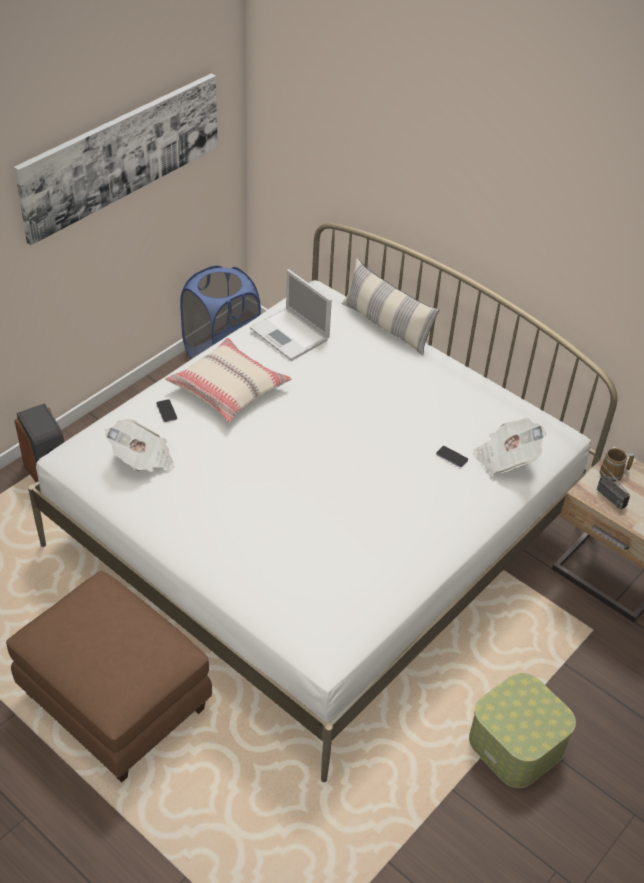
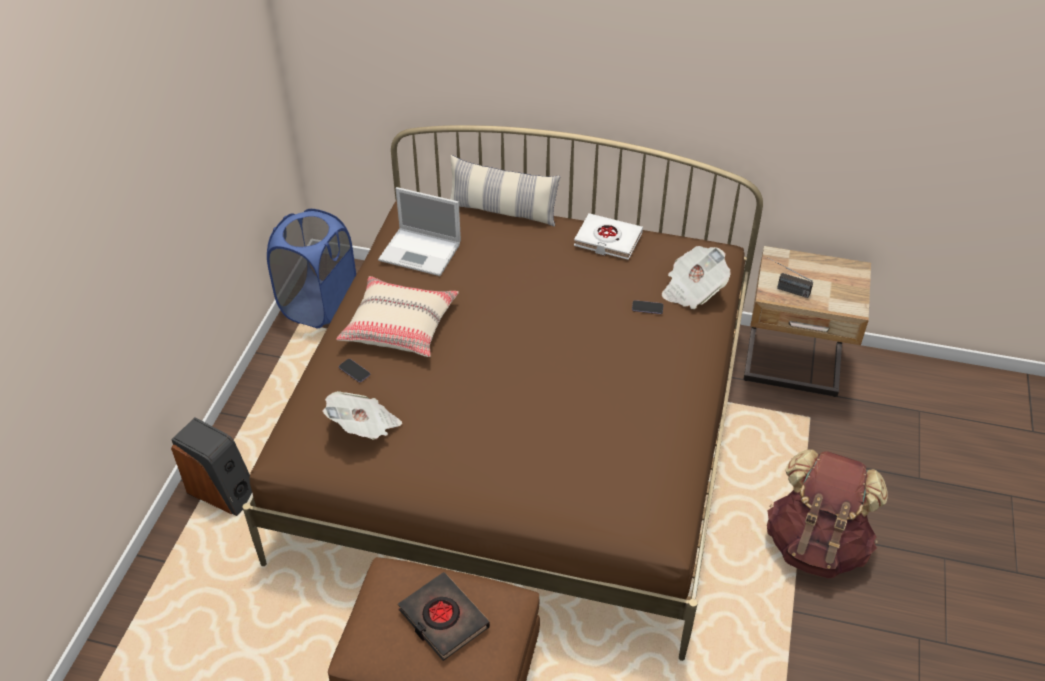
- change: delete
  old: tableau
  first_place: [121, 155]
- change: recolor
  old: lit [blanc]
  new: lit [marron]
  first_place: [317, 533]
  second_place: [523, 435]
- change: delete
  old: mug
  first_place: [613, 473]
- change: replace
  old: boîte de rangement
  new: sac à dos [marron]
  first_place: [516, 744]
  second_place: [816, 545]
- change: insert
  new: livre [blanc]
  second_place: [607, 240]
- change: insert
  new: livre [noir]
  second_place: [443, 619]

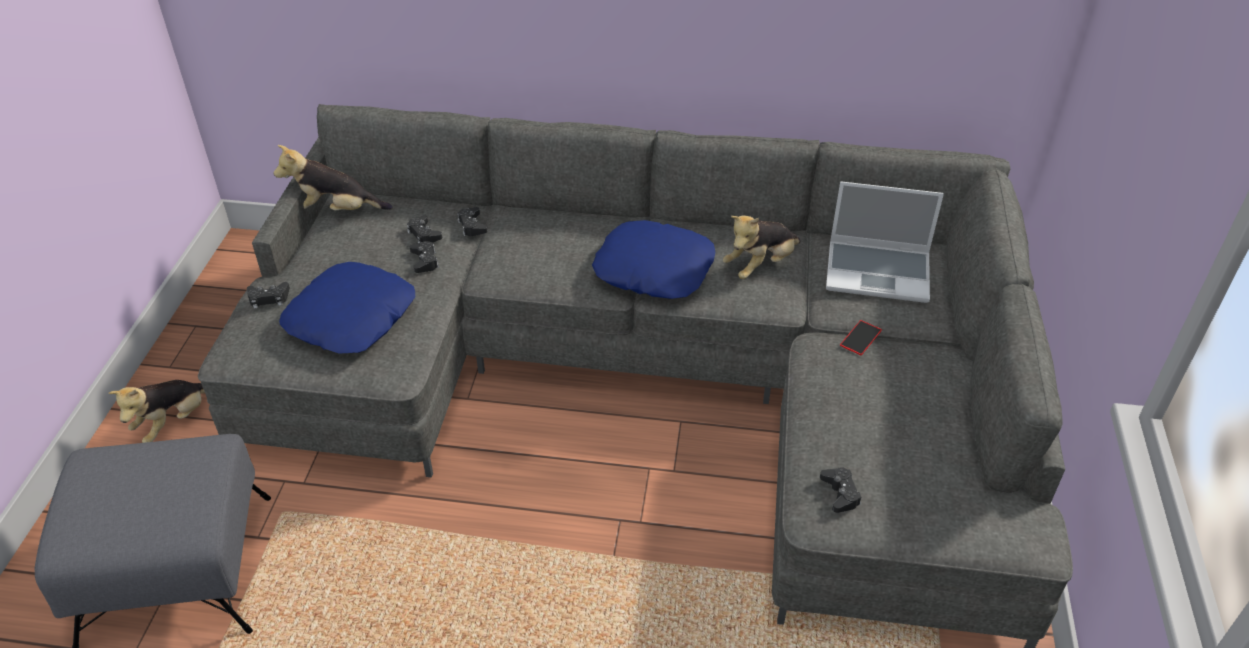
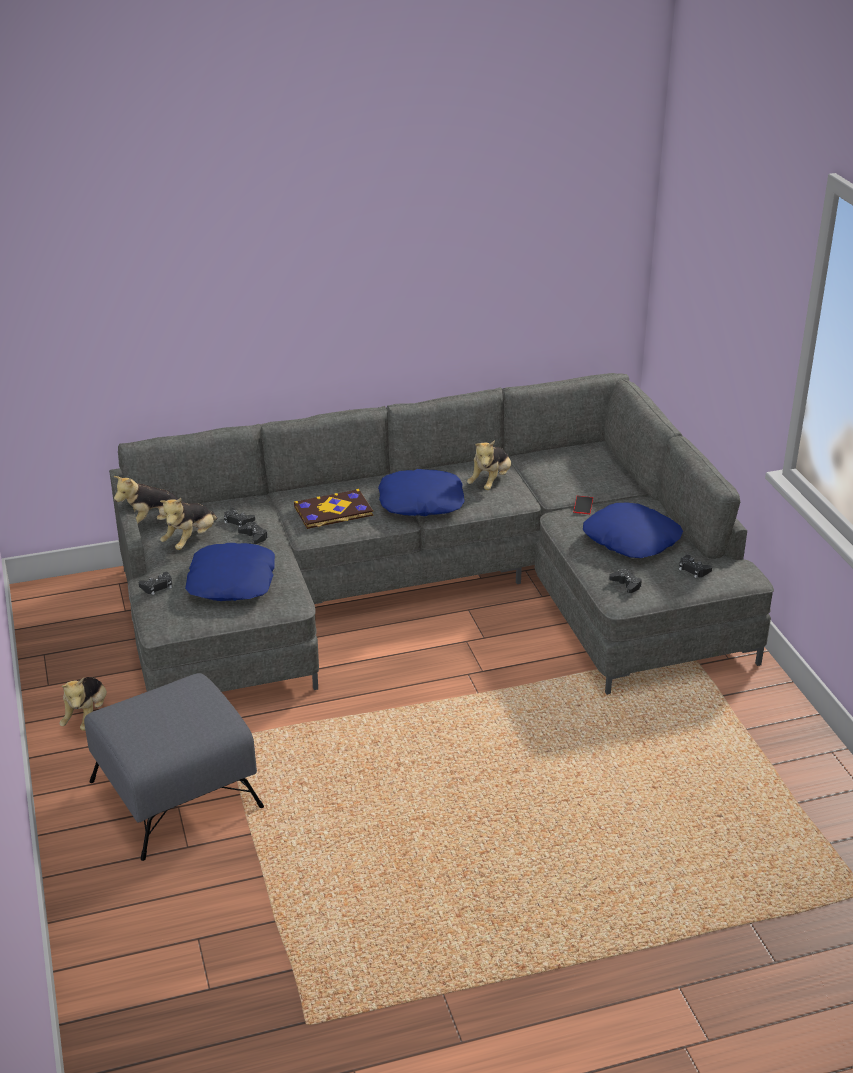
- change: delete
  old: ordinateur portable
  first_place: [879, 272]
- change: move
  old: manette [noir]
  first_place: [472, 226]
  second_place: [693, 570]
- change: insert
  new: livre
  second_place: [333, 512]
- change: insert
  new: peluche
  second_place: [191, 540]
- change: insert
  new: coussin [bleu]
  second_place: [632, 539]

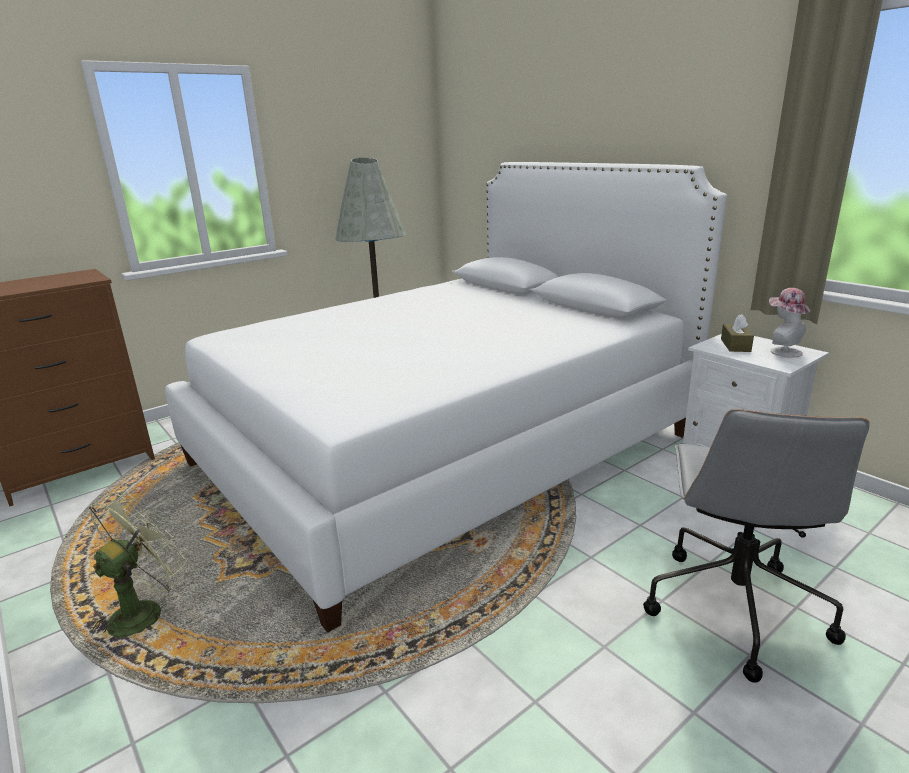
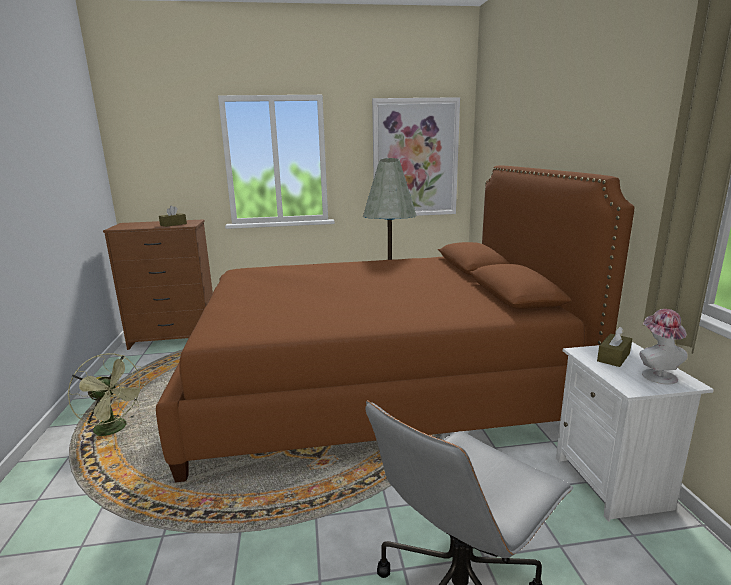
- change: recolor
  old: lit [blanc]
  new: lit [marron]
  first_place: [445, 448]
  second_place: [374, 385]
- change: rotate
  old: ventilateur [vert]
  first_place: [144, 611]
  second_place: [115, 429]
  degrees: 60
- change: insert
  new: tableau
  second_place: [415, 158]
- change: insert
  new: boîte à mouchoirs [marron]
  second_place: [173, 224]

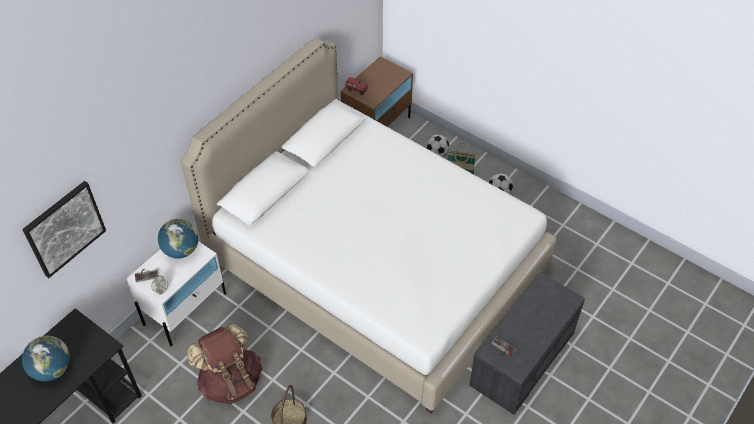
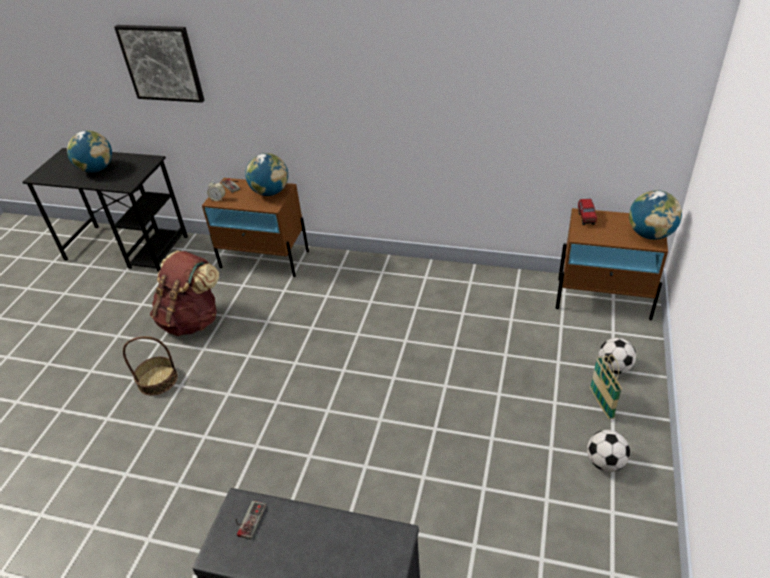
- change: delete
  old: lit [blanc]
  first_place: [376, 267]
- change: recolor
  old: table de chevet [blanc]
  new: table de chevet [marron]
  first_place: [185, 308]
  second_place: [265, 259]
- change: insert
  new: globe
  second_place: [650, 234]

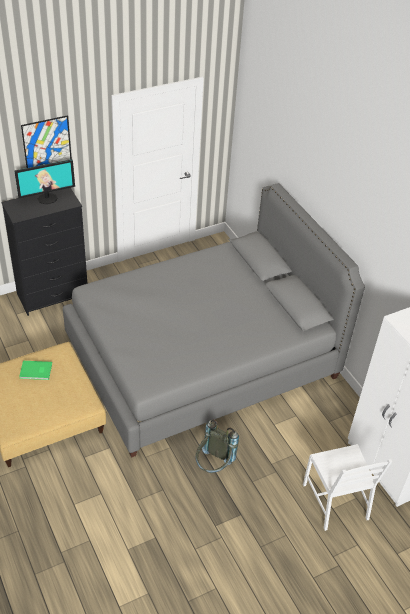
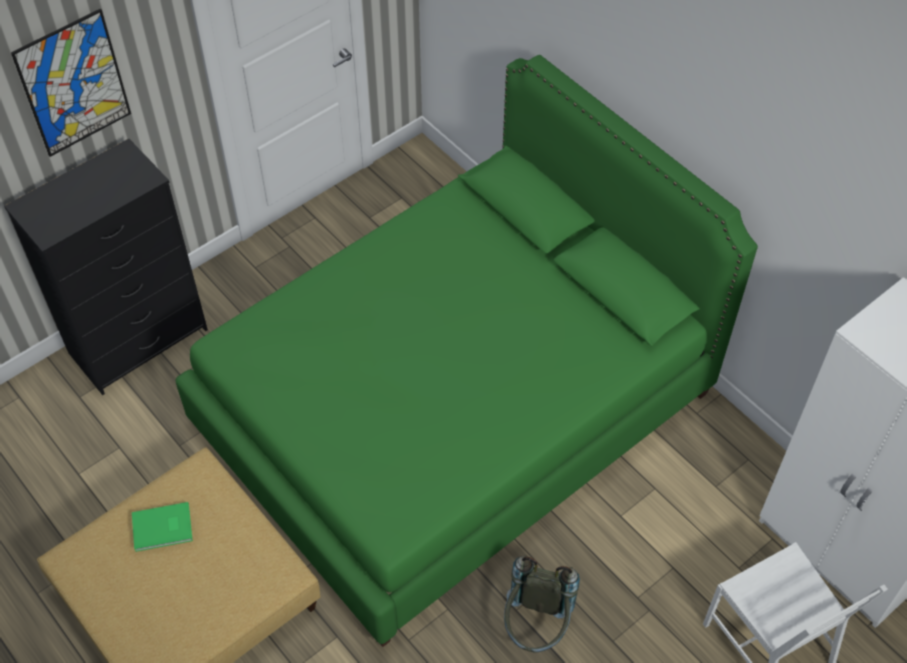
- change: delete
  old: écran d'ordinateur
  first_place: [47, 198]
- change: recolor
  old: lit [gris]
  new: lit [vert]
  first_place: [201, 358]
  second_place: [454, 410]

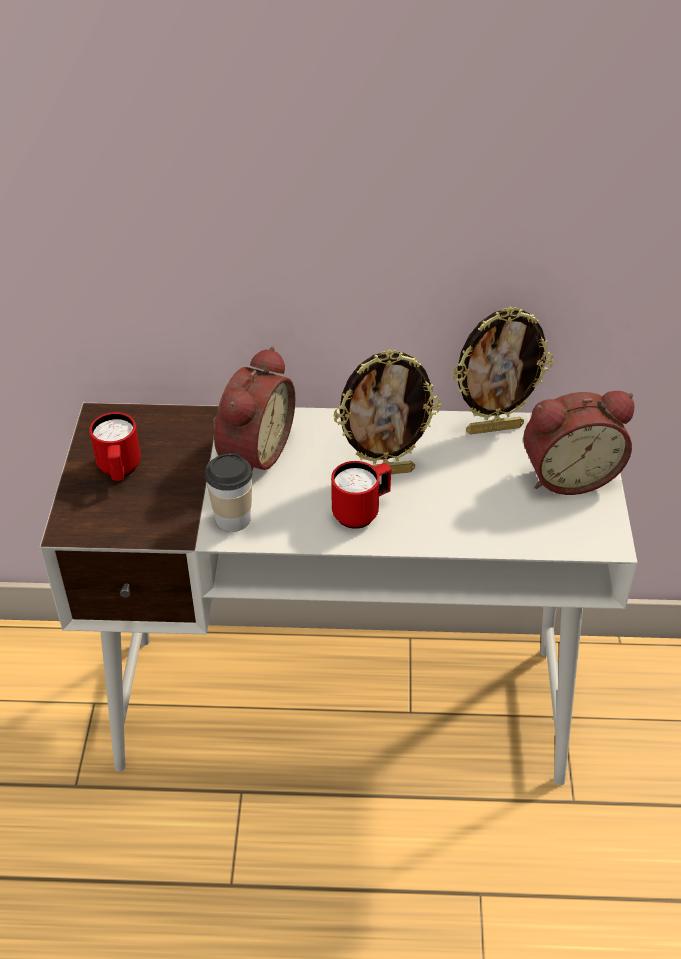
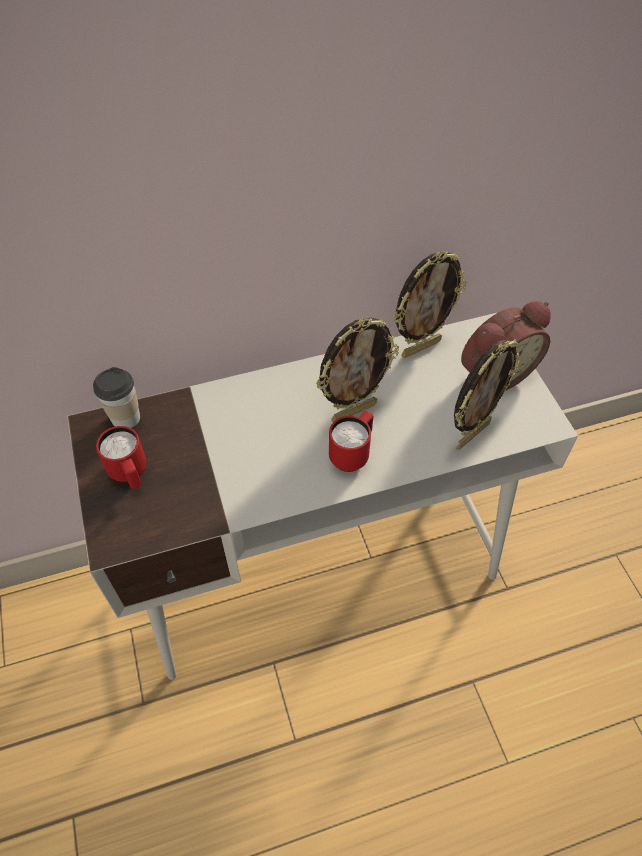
- change: delete
  old: réveil
  first_place: [252, 451]
- change: move
  old: tasse
  first_place: [233, 519]
  second_place: [125, 418]
- change: insert
  new: cadre photo
  second_place: [471, 434]

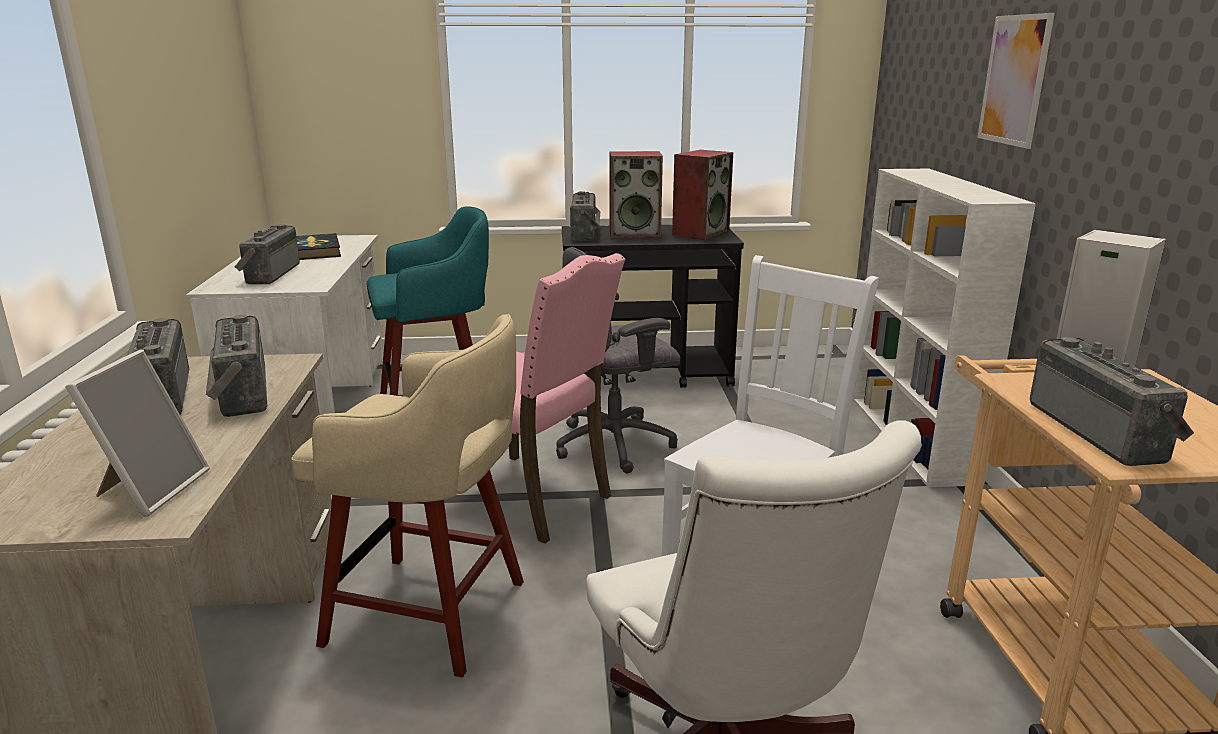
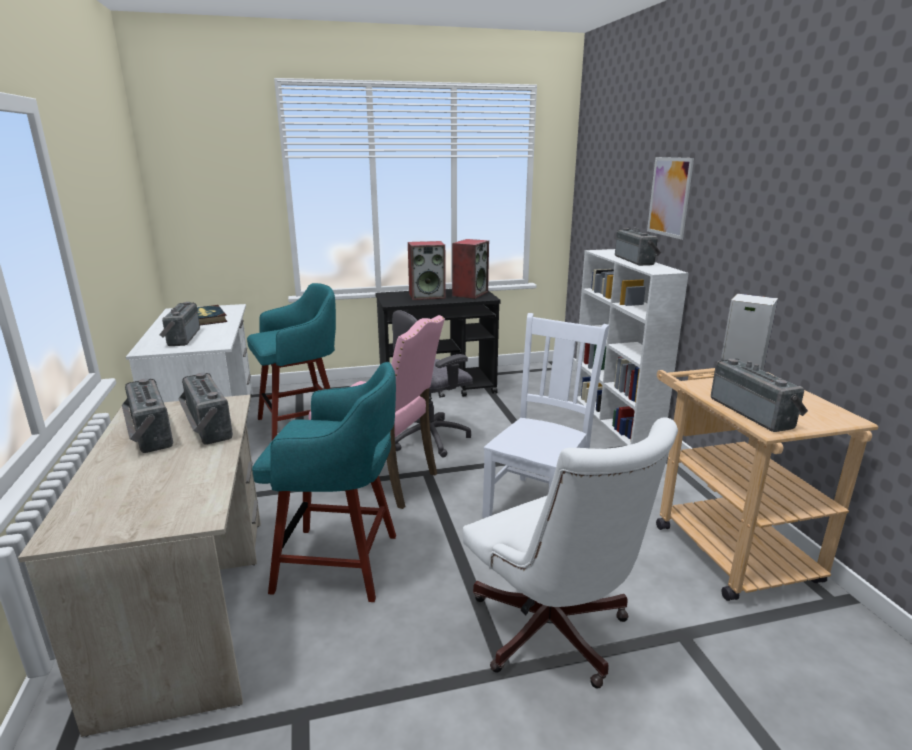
- change: move
  old: radio
  first_place: [587, 233]
  second_place: [636, 260]
- change: recolor
  old: tabouret [beige]
  new: tabouret [turquoise]
  first_place: [432, 614]
  second_place: [341, 563]
- change: delete
  old: cadre photo
  first_place: [150, 490]

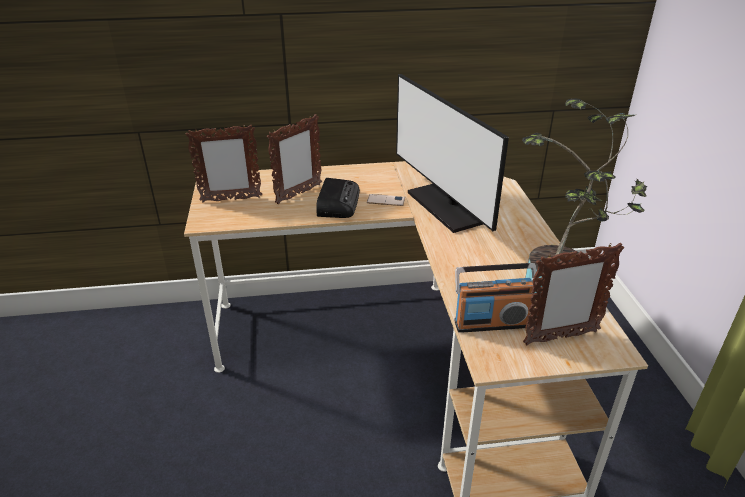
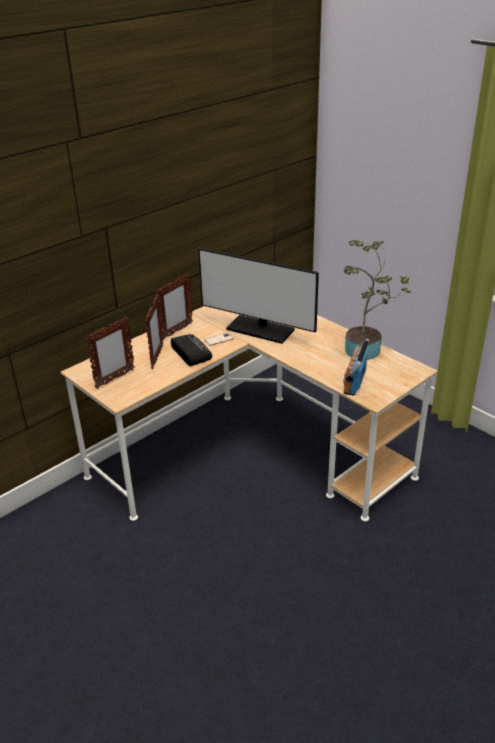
- change: move
  old: cadre photo
  first_place: [560, 338]
  second_place: [176, 331]
- change: rotate
  old: radio
  first_place: [490, 323]
  second_place: [354, 382]
  degrees: 150

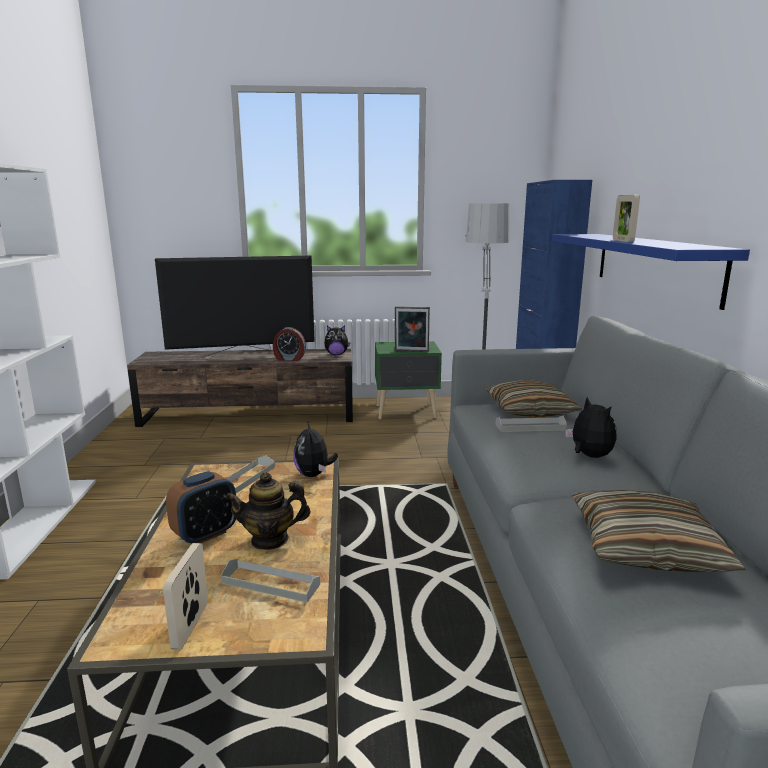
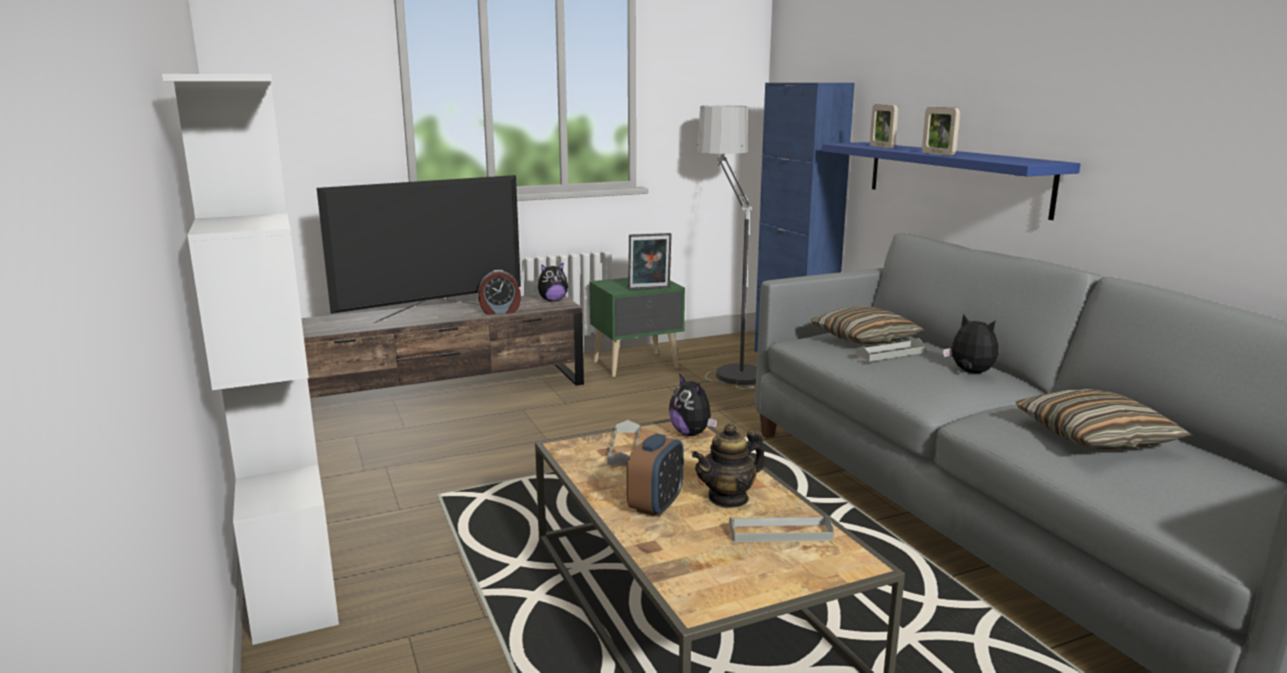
- change: move
  old: cadre photo
  first_place: [190, 626]
  second_place: [881, 147]

